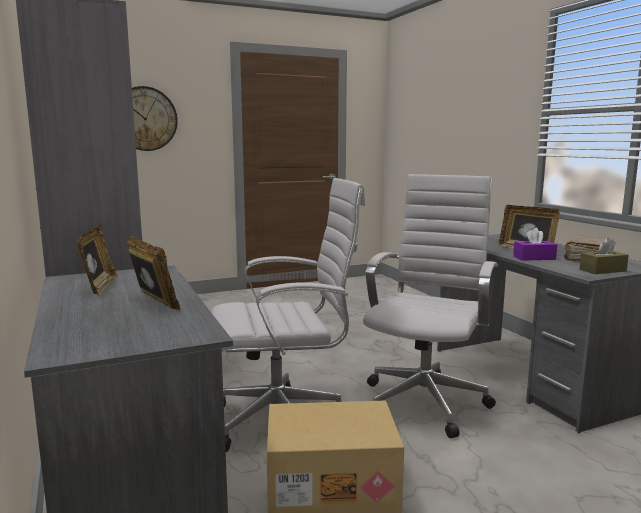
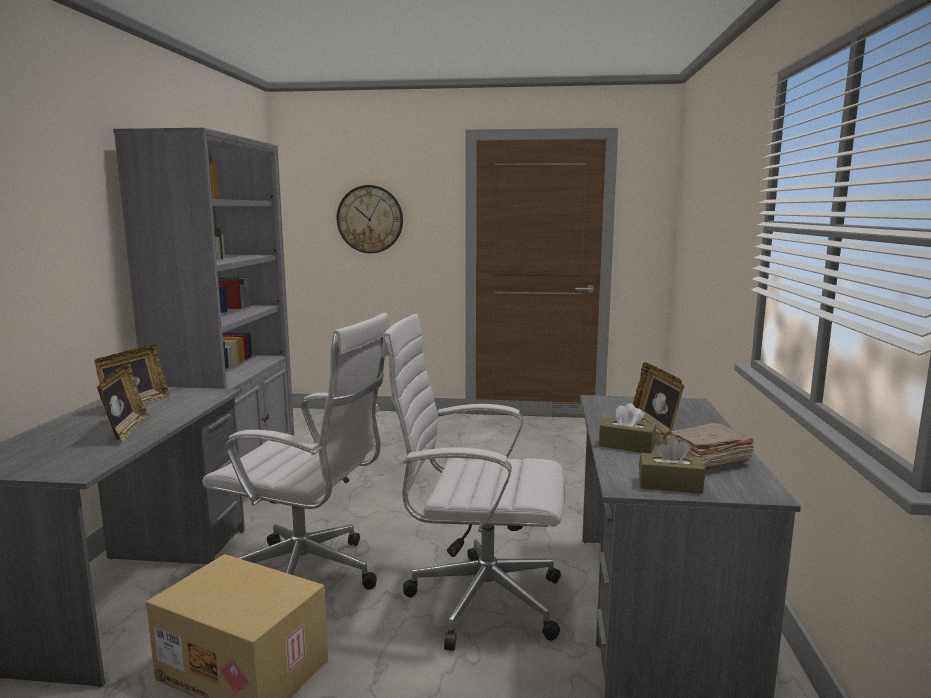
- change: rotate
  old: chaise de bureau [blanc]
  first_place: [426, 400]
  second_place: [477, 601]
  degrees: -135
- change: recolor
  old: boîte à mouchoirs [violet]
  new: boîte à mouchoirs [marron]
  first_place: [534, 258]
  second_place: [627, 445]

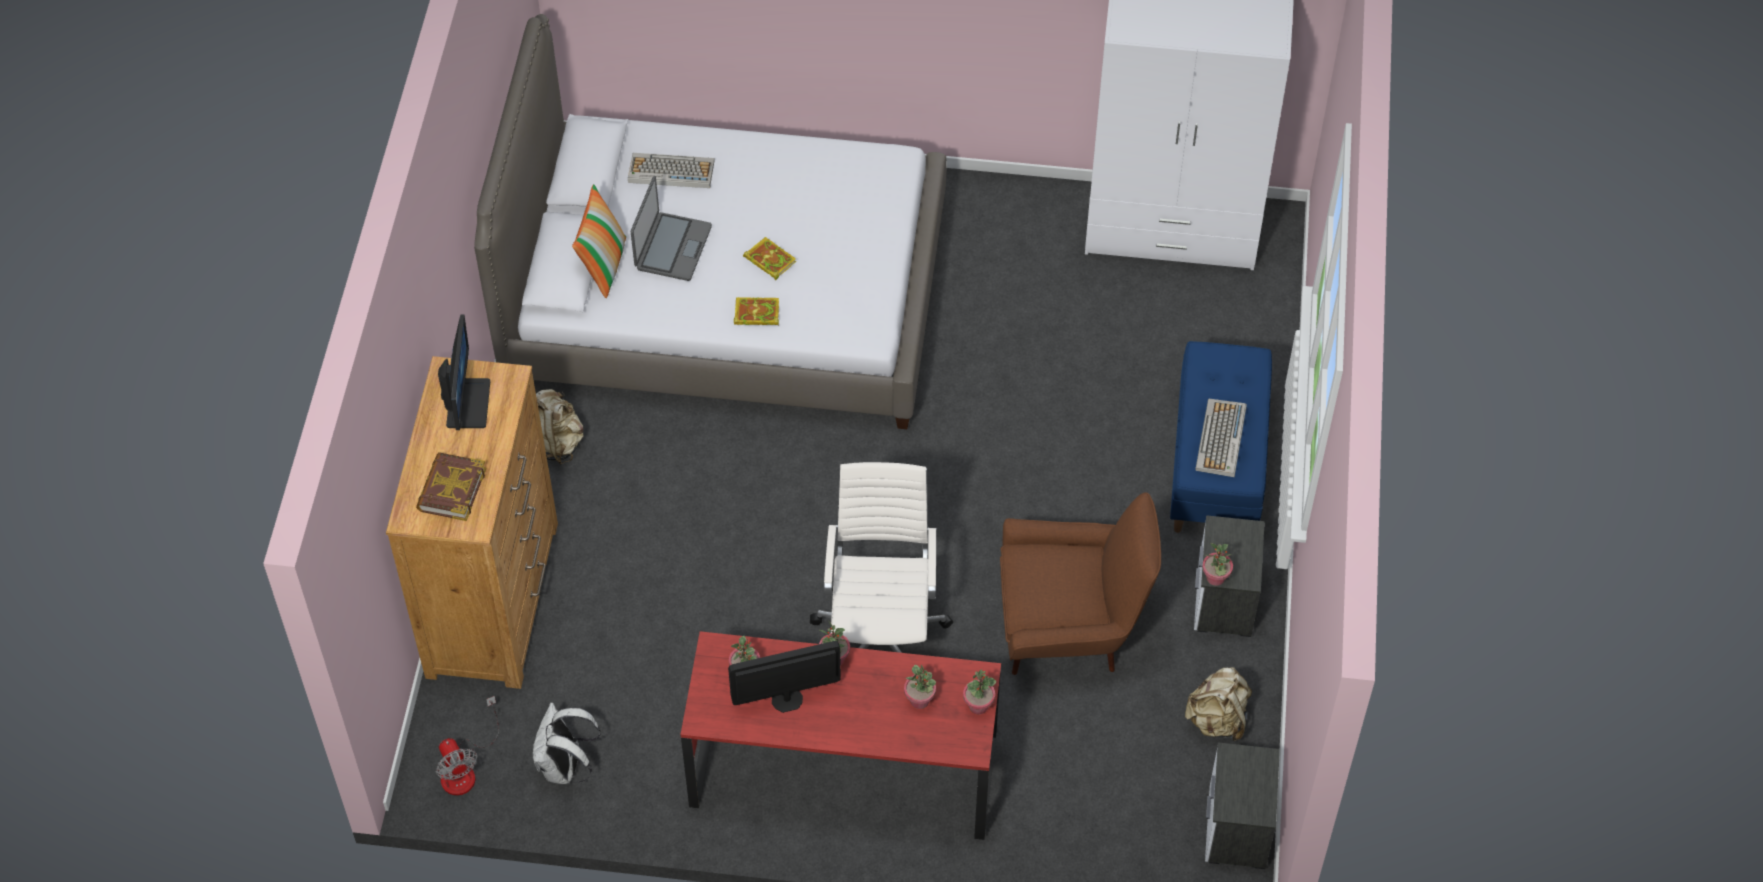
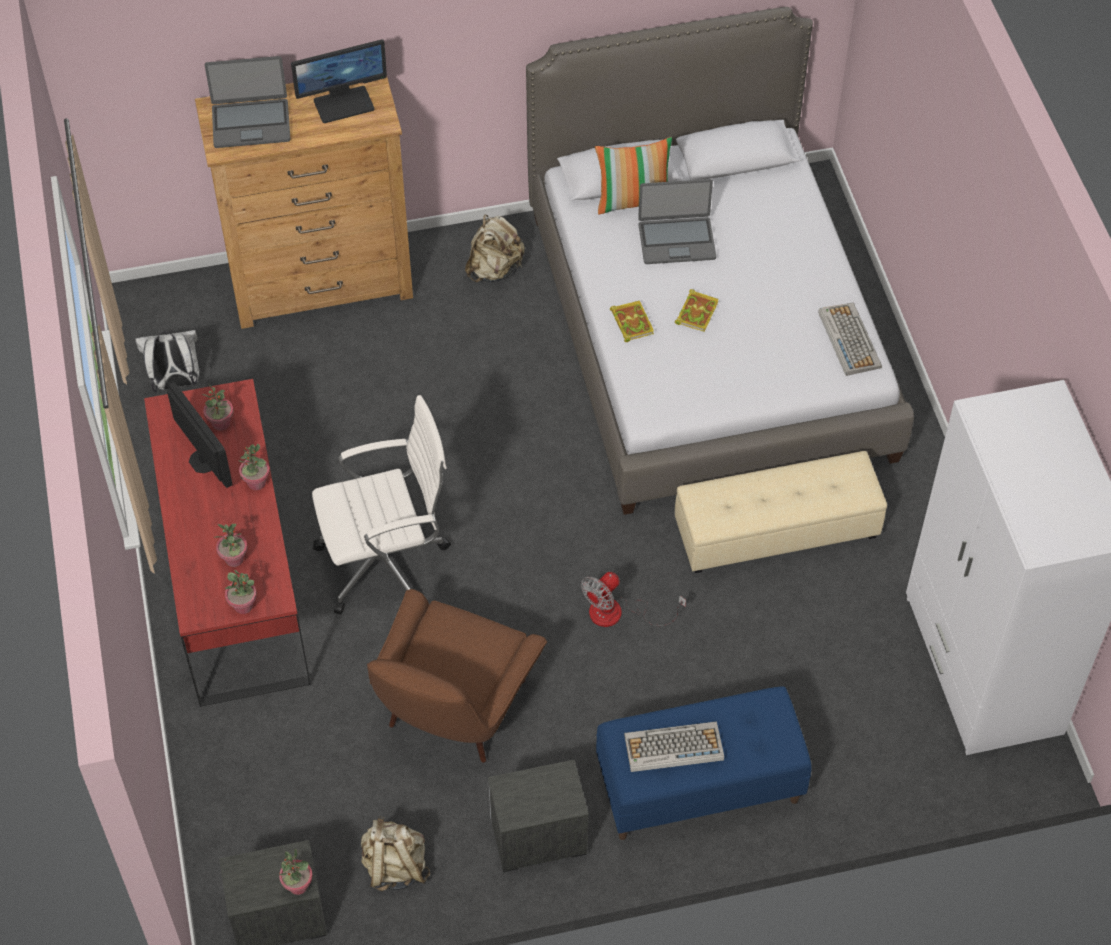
- change: move
  old: clavier
  first_place: [670, 171]
  second_place: [848, 339]
- change: replace
  old: livre
  new: ordinateur portable
  first_place: [451, 490]
  second_place: [251, 123]
- change: rotate
  old: fauteuil [marron]
  first_place: [1069, 628]
  second_place: [453, 711]
  degrees: 45
- change: move
  old: plante en pot
  first_place: [1215, 578]
  second_place: [298, 886]
- change: move
  old: ventilateur
  first_place: [465, 769]
  second_place: [618, 613]
- change: insert
  new: pouf [beige]
  second_place: [776, 529]

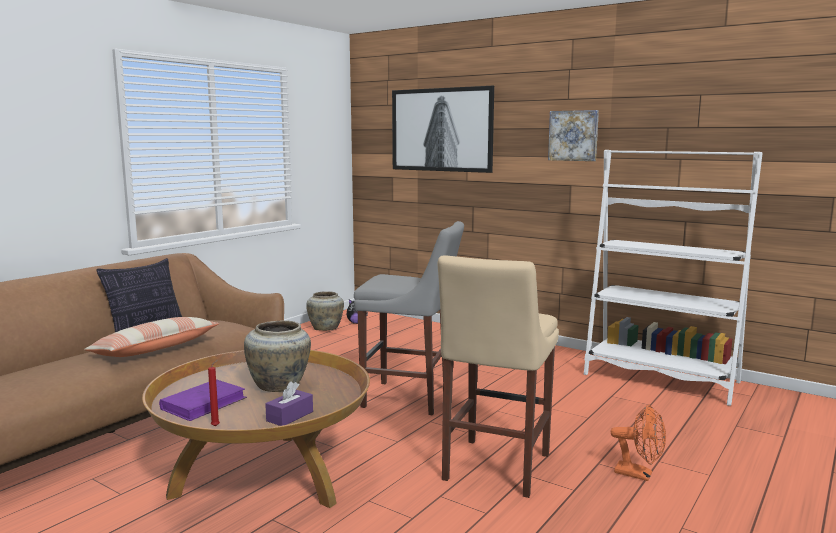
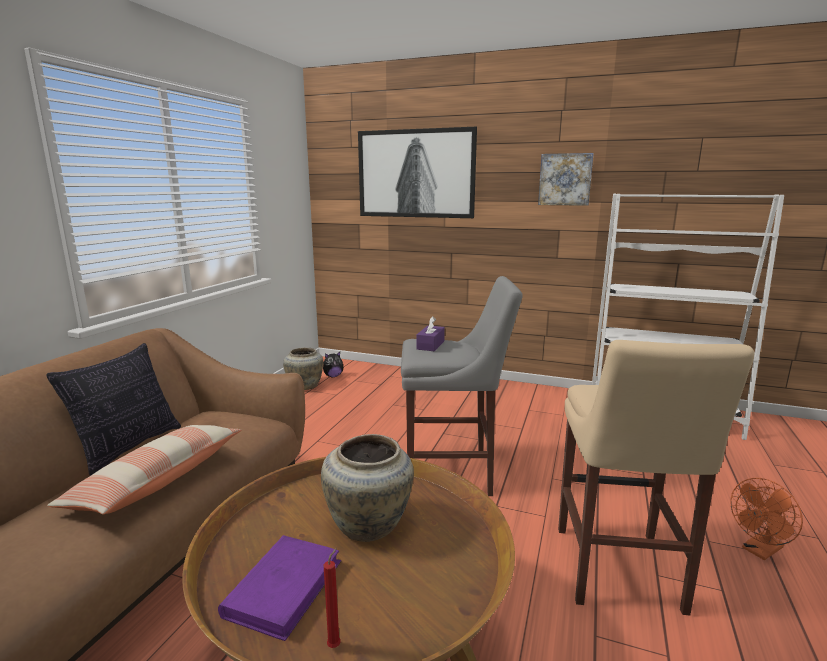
- change: move
  old: boîte à mouchoirs [violet]
  first_place: [290, 416]
  second_place: [430, 345]
- change: rotate
  old: ventilateur [orange]
  first_place: [639, 474]
  second_place: [759, 551]
  degrees: 135

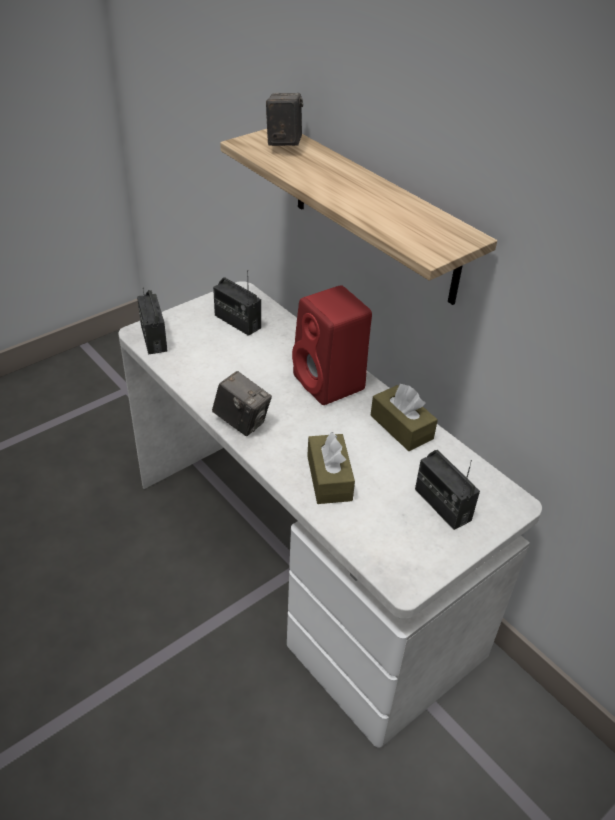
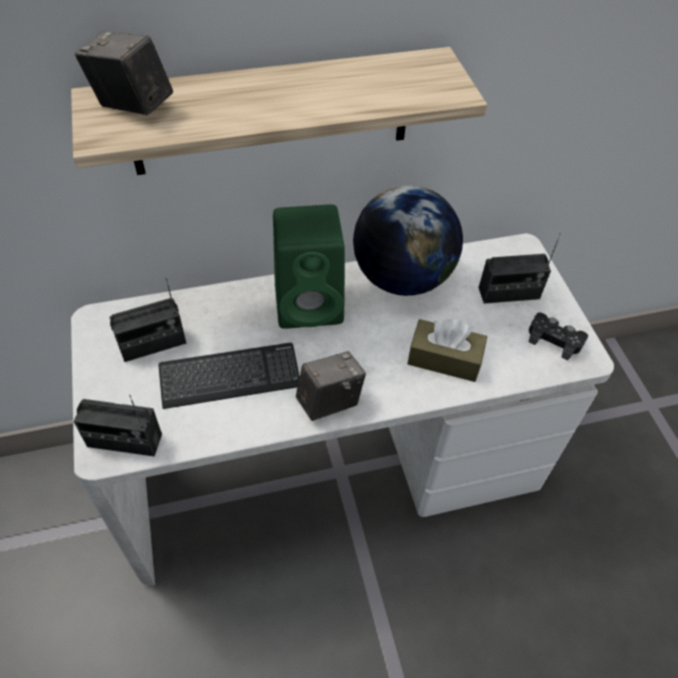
- change: recolor
  old: enceinte [rouge]
  new: enceinte [vert]
  first_place: [330, 384]
  second_place: [311, 304]
- change: replace
  old: boîte à mouchoirs [marron]
  new: globe
  first_place: [401, 427]
  second_place: [401, 278]
- change: insert
  new: manette [noir]
  second_place: [554, 339]
- change: insert
  new: clavier
  second_place: [230, 377]

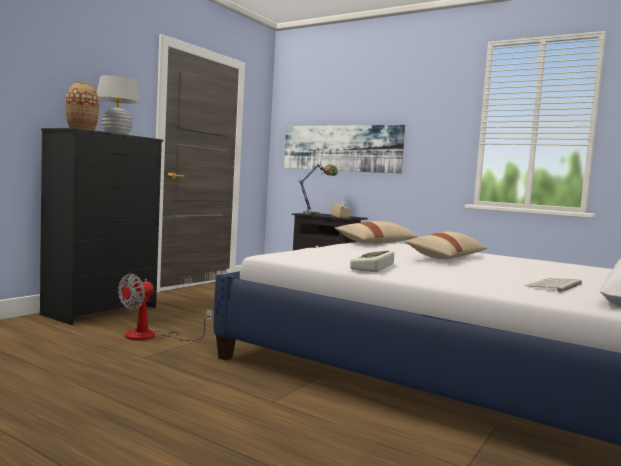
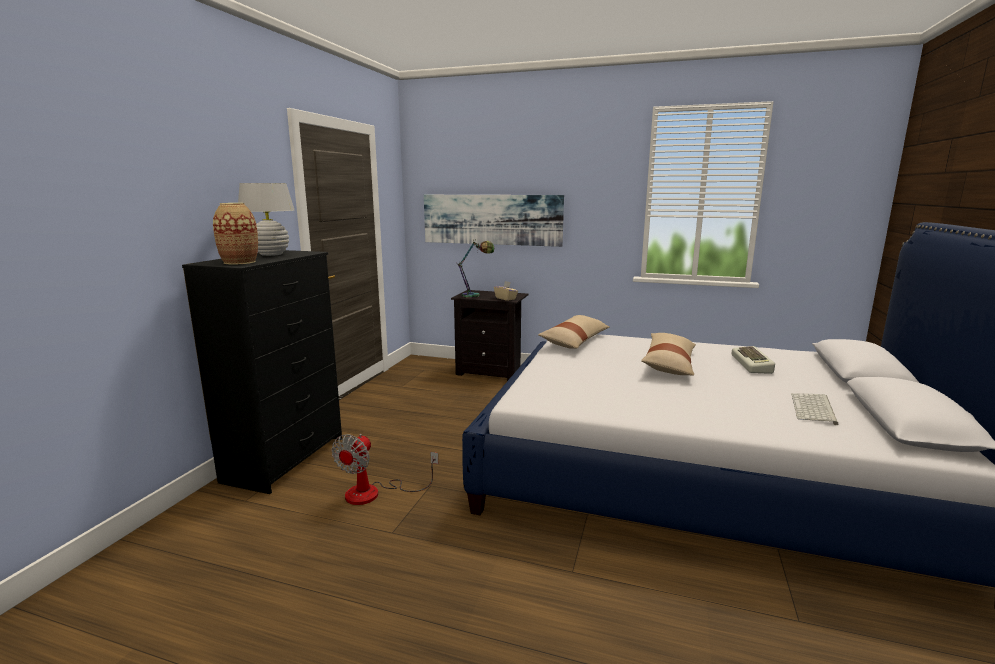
- change: move
  old: clavier
  first_place: [374, 267]
  second_place: [753, 364]

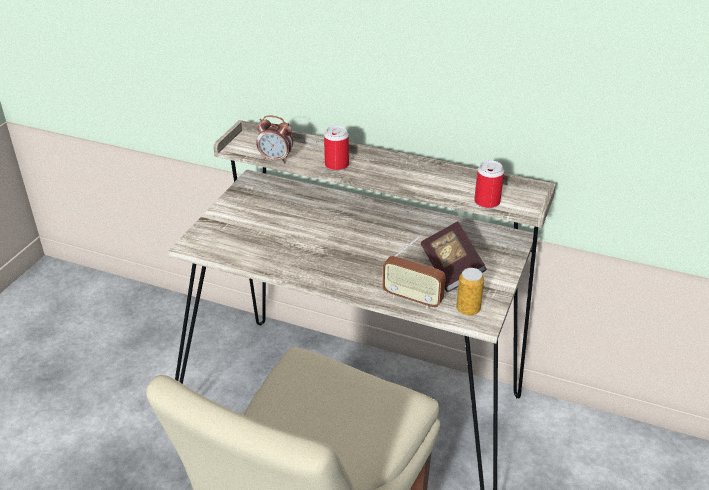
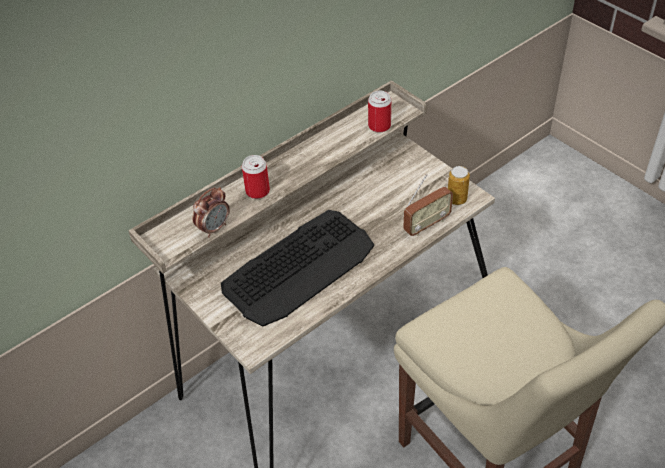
- change: delete
  old: livre
  first_place: [451, 268]
- change: insert
  new: clavier
  second_place: [299, 267]

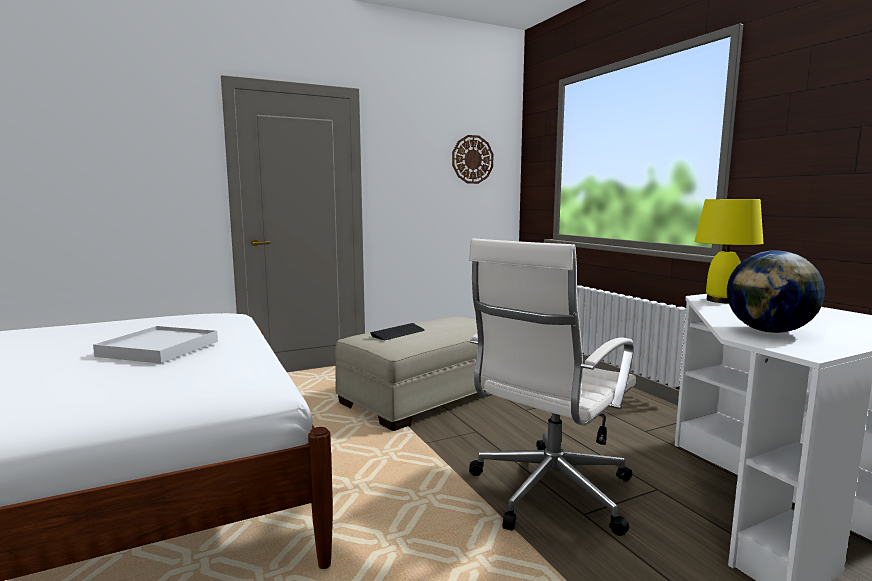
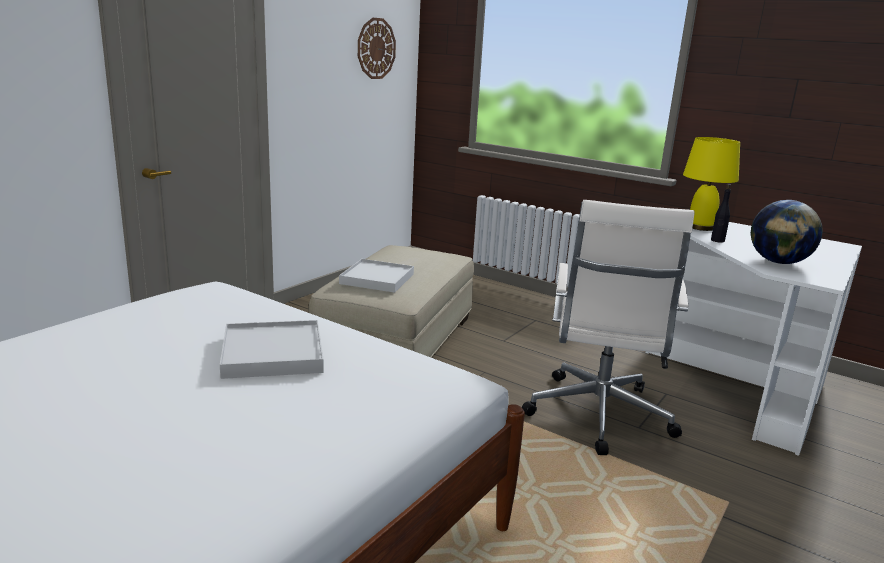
- change: replace
  old: clavier
  new: plateau [blanc]
  first_place: [398, 333]
  second_place: [377, 279]
- change: insert
  new: bouteille [noir]
  second_place: [717, 240]

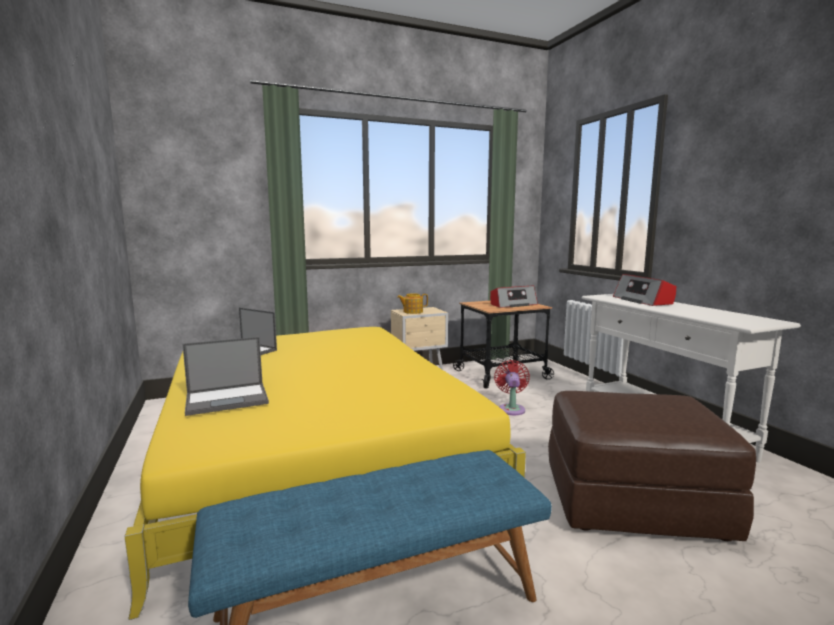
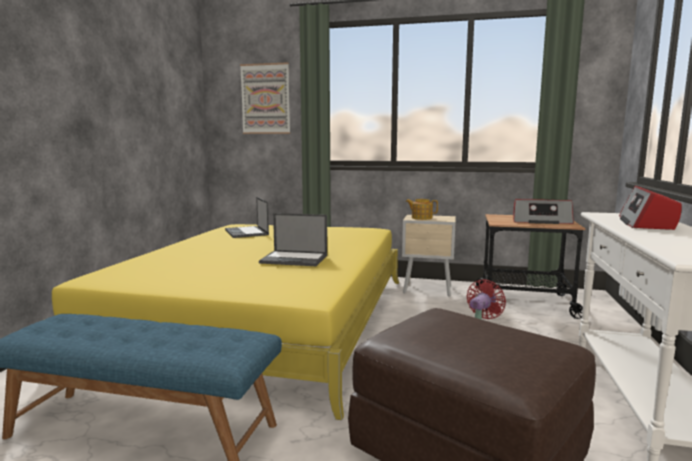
- change: move
  old: ordinateur portable
  first_place: [228, 399]
  second_place: [295, 259]
- change: insert
  new: tableau
  second_place: [265, 99]

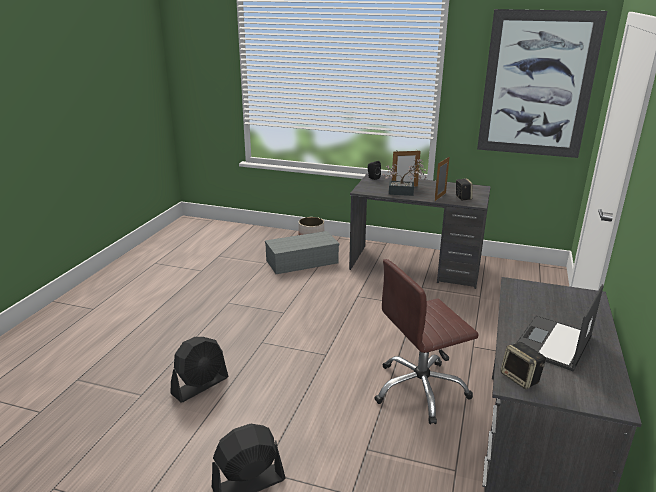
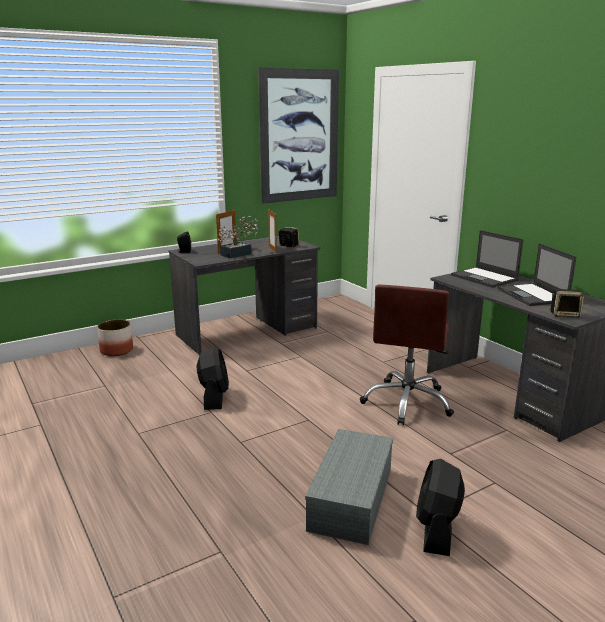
- change: move
  old: boîte de rangement [gris]
  first_place: [302, 261]
  second_place: [350, 497]
- change: move
  old: ventilateur [noir]
  first_place: [200, 385]
  second_place: [214, 397]
- change: insert
  new: ordinateur portable
  second_place: [485, 278]

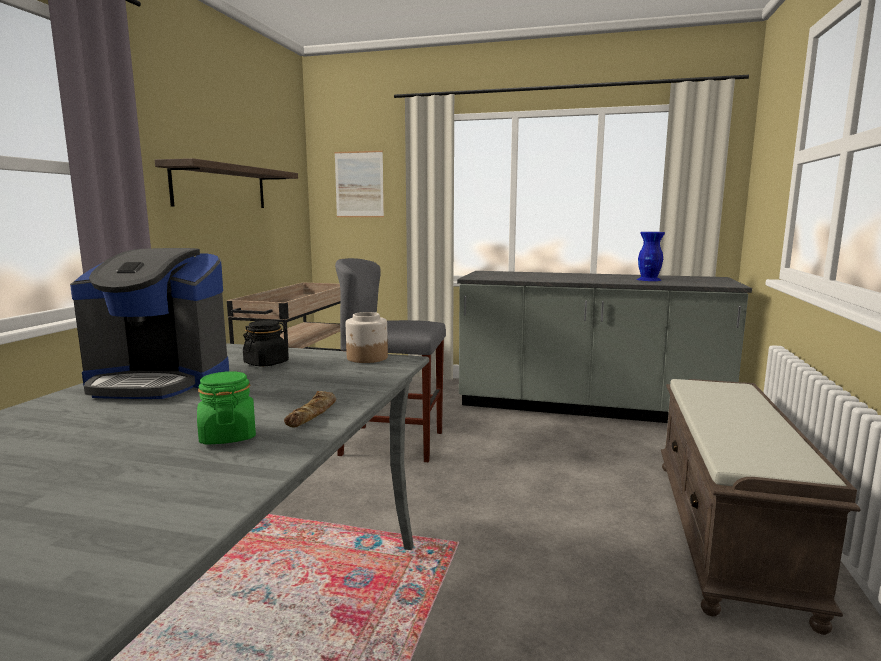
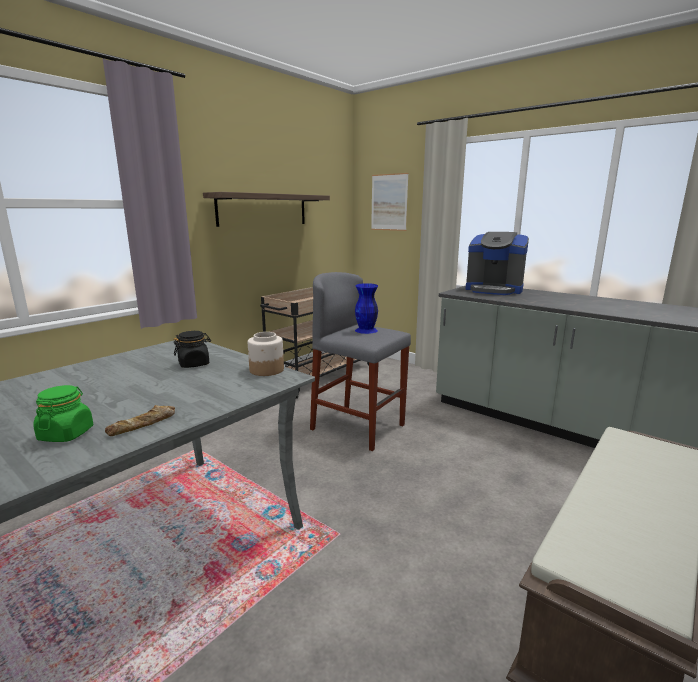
- change: move
  old: vase [bleu]
  first_place: [649, 279]
  second_place: [366, 330]
- change: move
  old: machine à café
  first_place: [160, 381]
  second_place: [494, 290]

